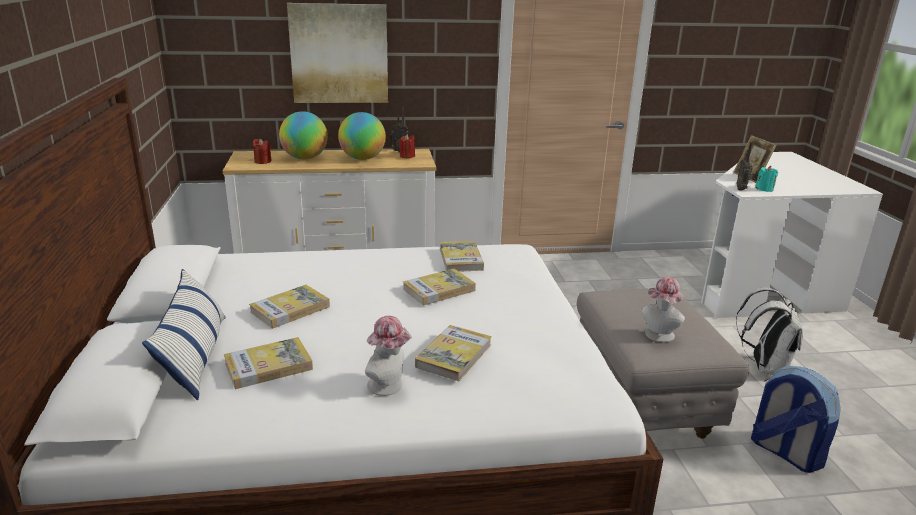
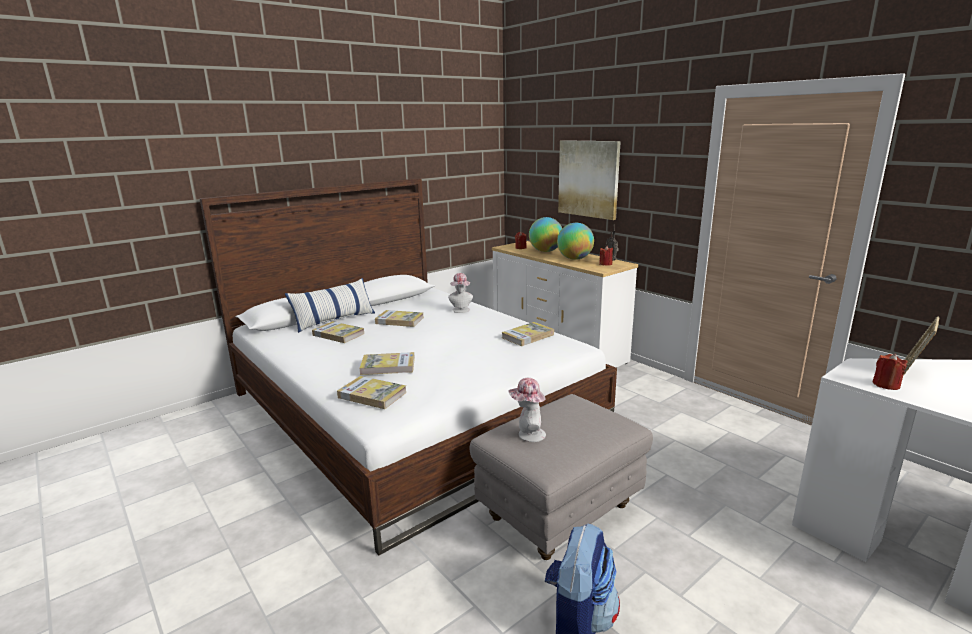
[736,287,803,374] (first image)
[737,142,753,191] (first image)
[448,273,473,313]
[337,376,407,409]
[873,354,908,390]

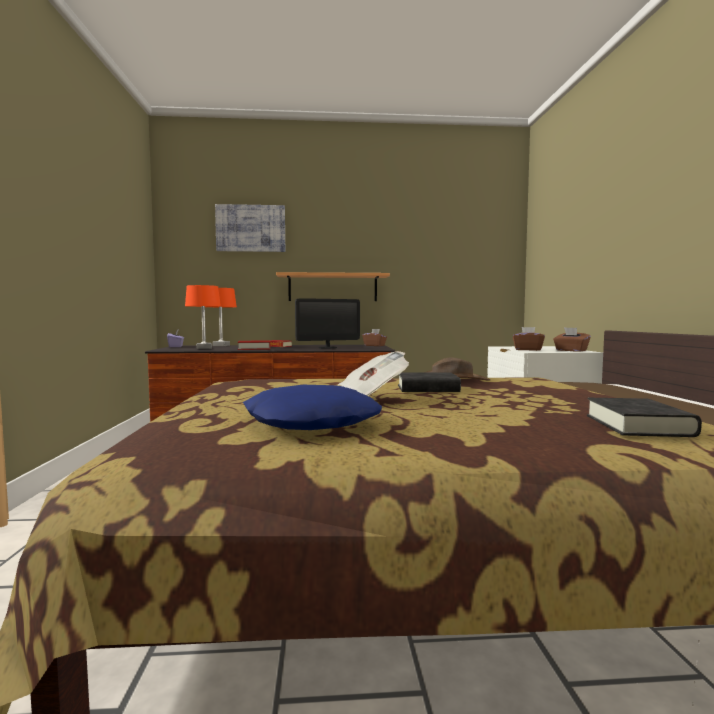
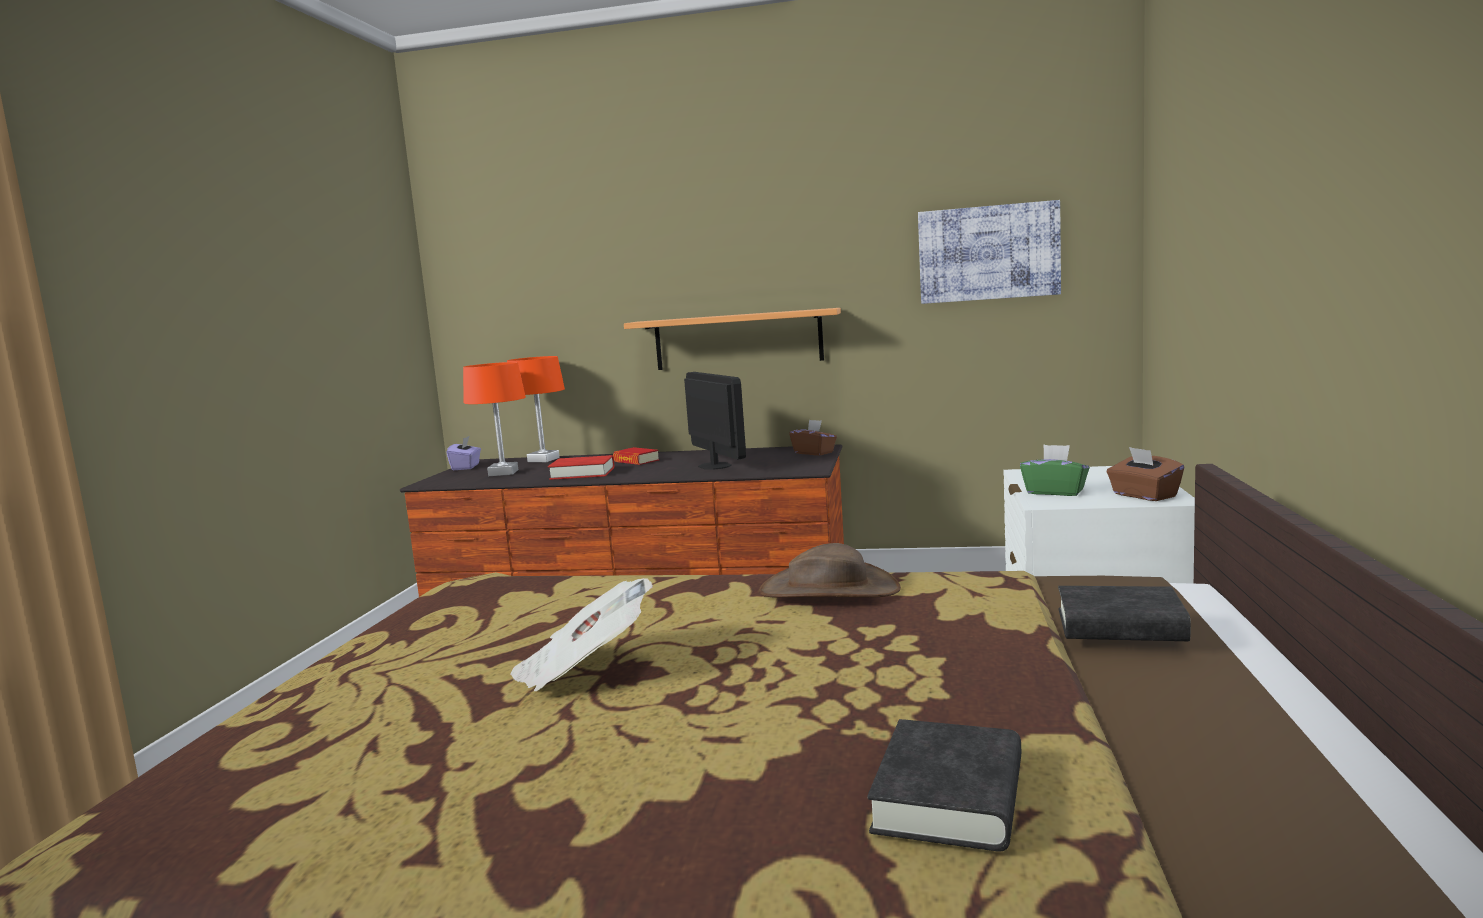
[243,385,382,430] (first image)
[918,200,1061,304]
[1058,586,1191,641]
[1020,445,1090,496]
[684,372,746,470]

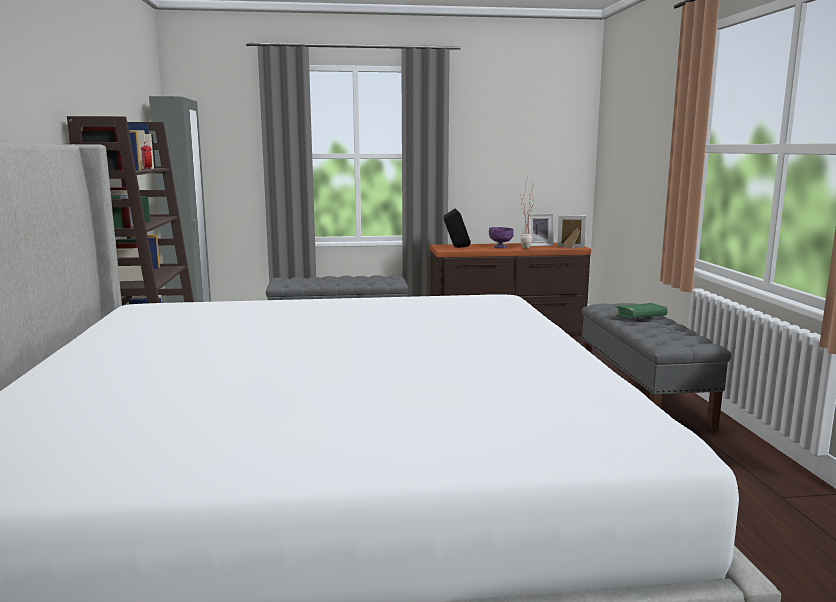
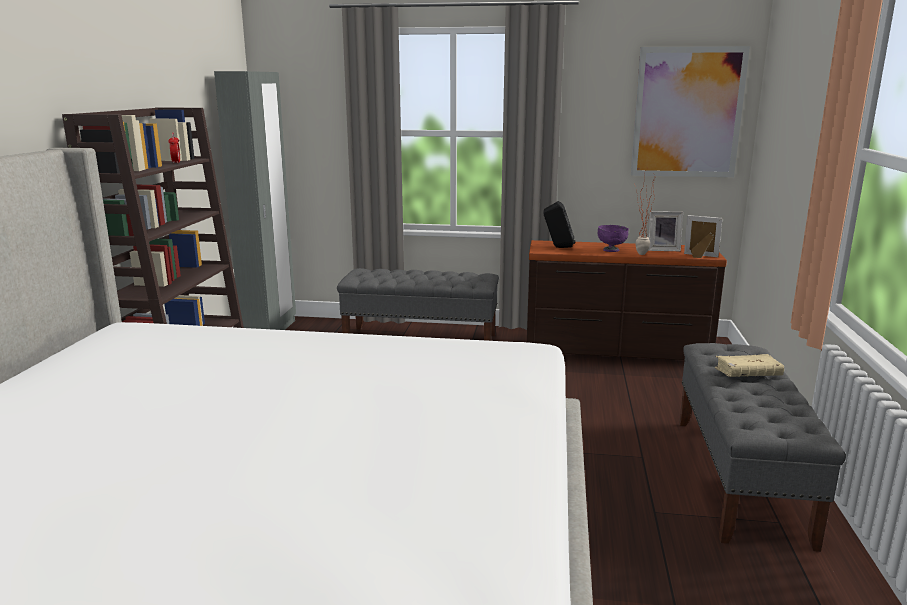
[631,46,750,177]
[715,354,784,377]

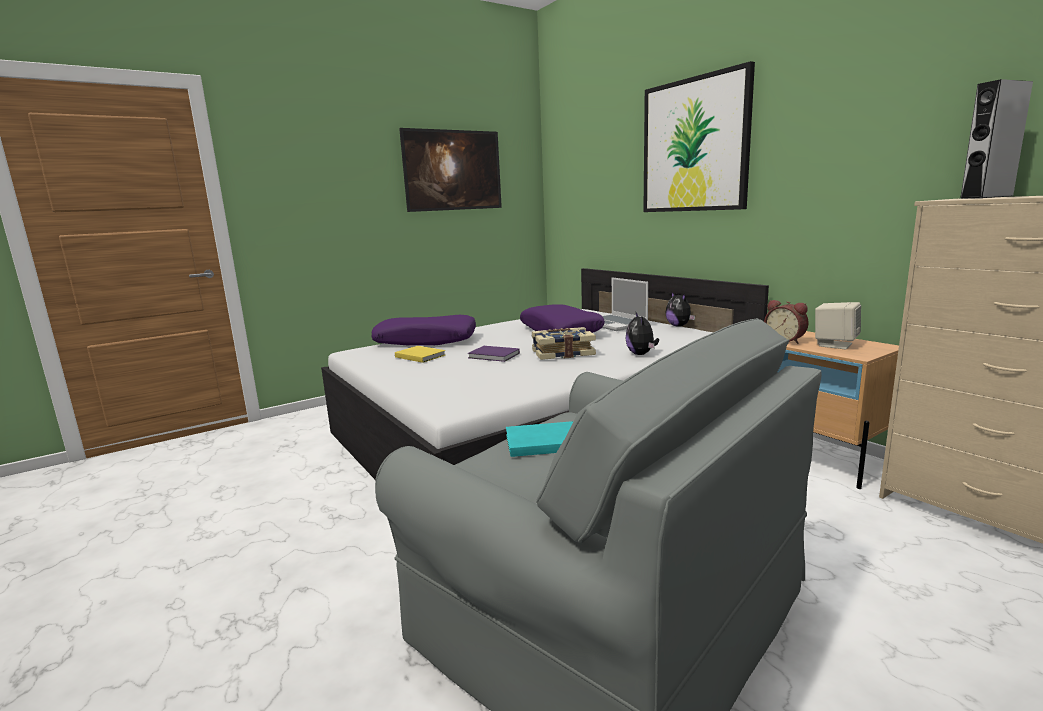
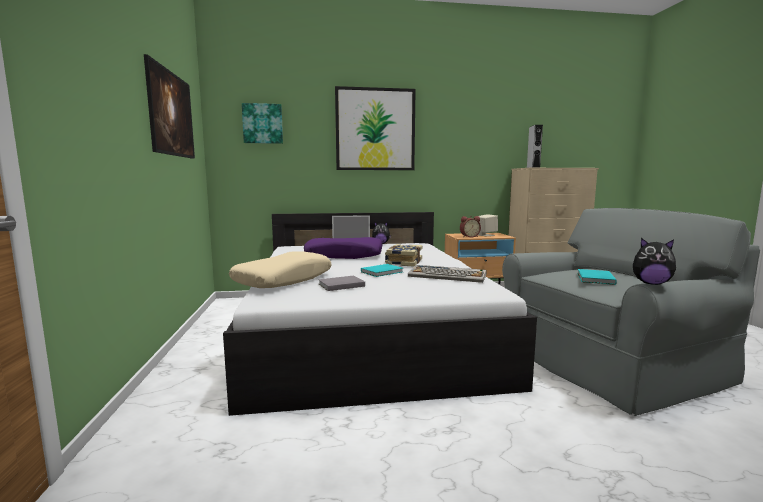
[242,103,283,144]
[408,265,486,283]
[633,238,676,285]
[229,251,332,288]
[318,276,365,291]
[361,264,403,277]

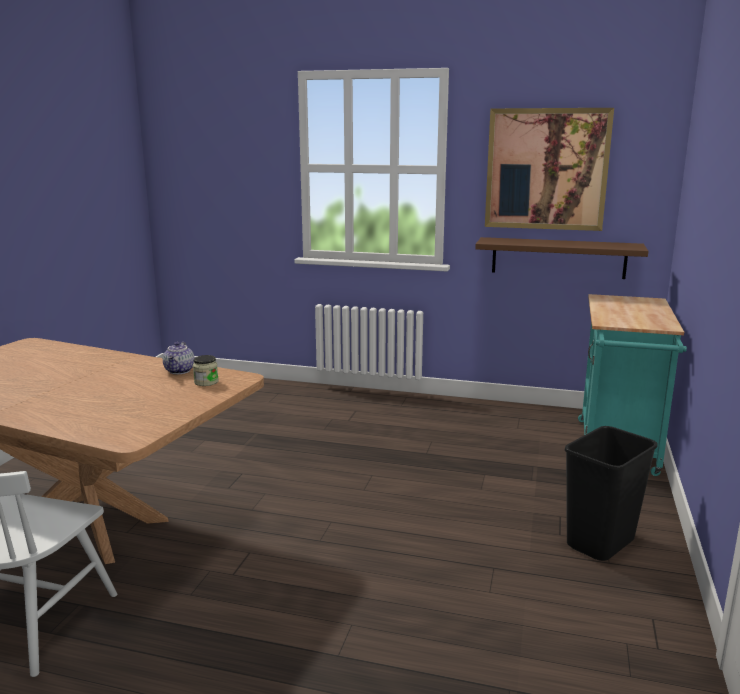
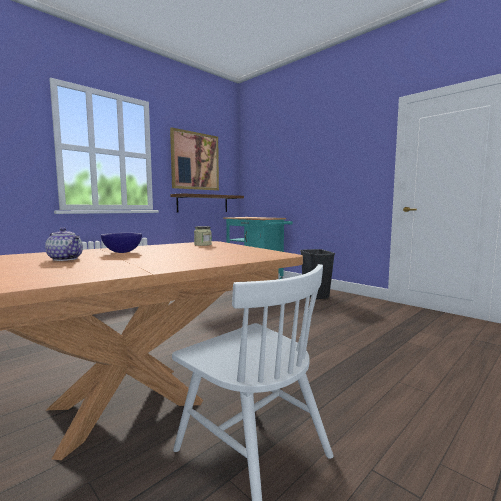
[101,233,142,253]
[45,227,83,261]

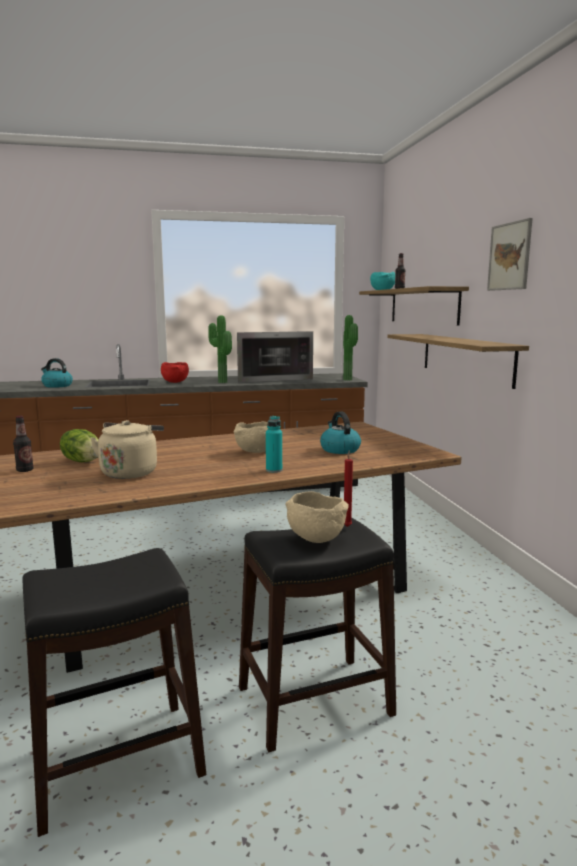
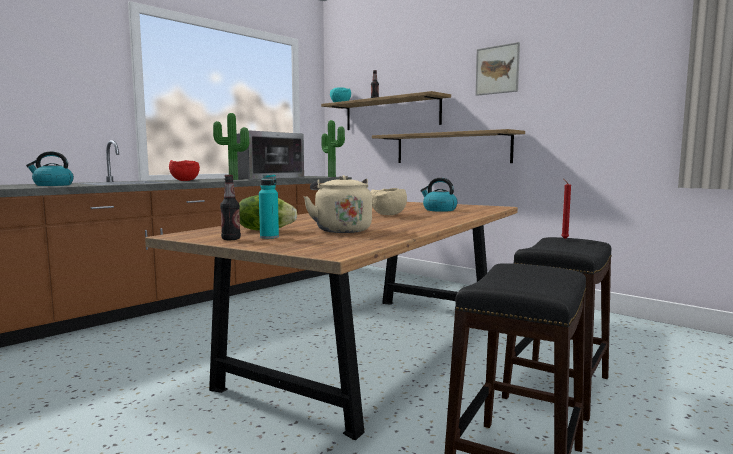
[285,491,349,543] (first image)
[259,174,279,239]

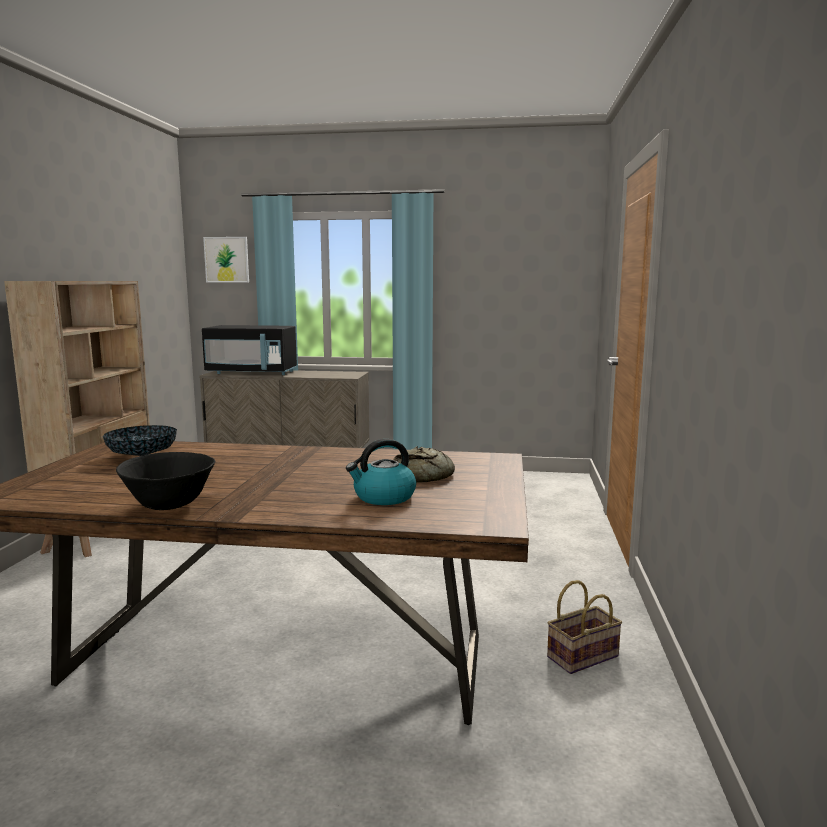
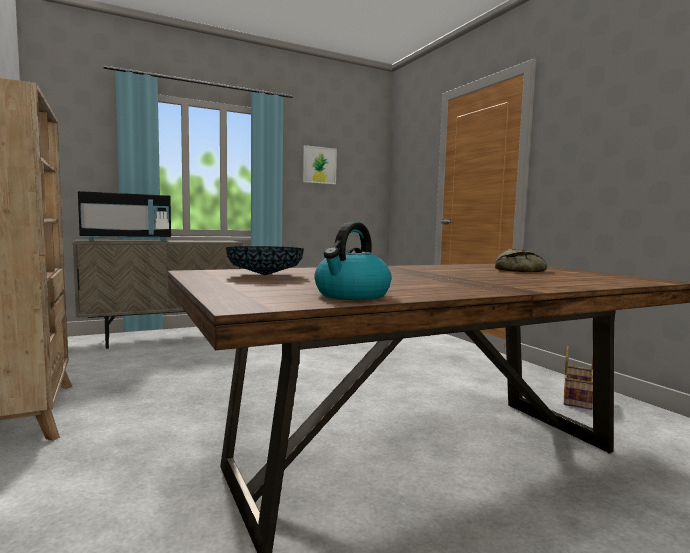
[116,452,215,510] (first image)
[303,145,337,185]
[314,222,391,300]

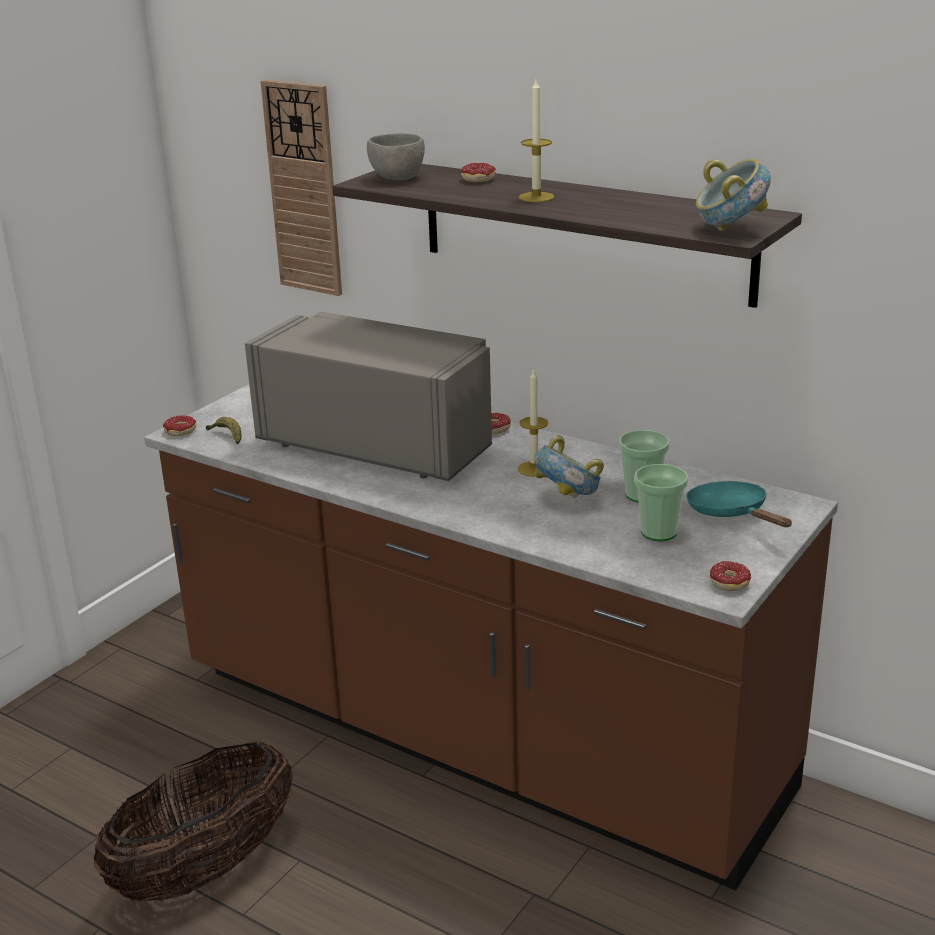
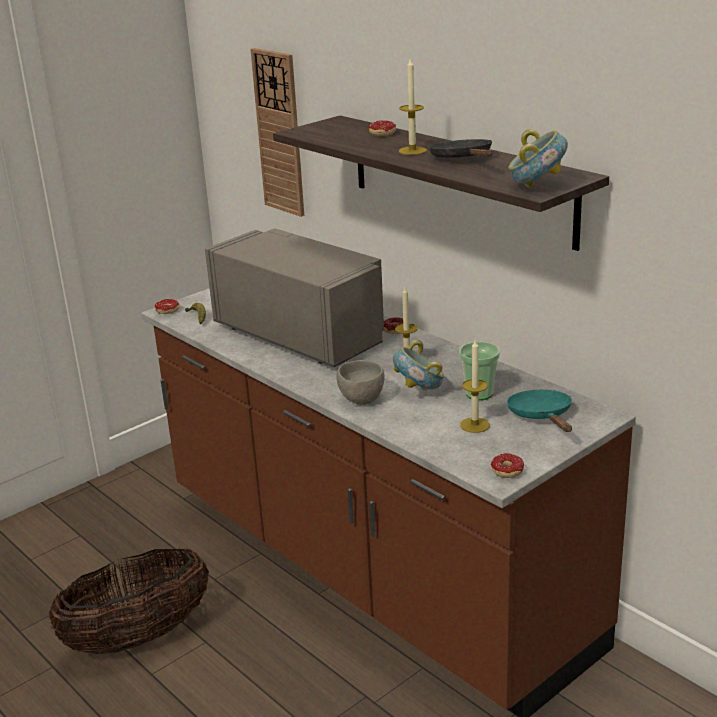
[428,139,492,158]
[337,360,385,405]
[460,340,490,433]

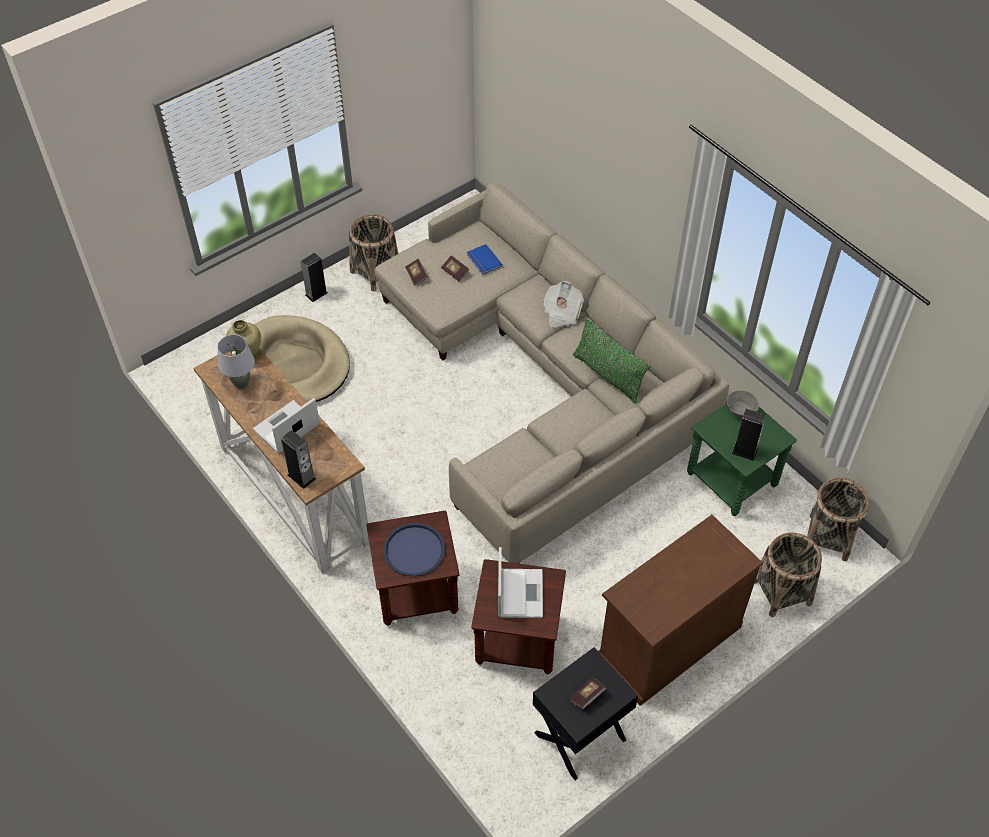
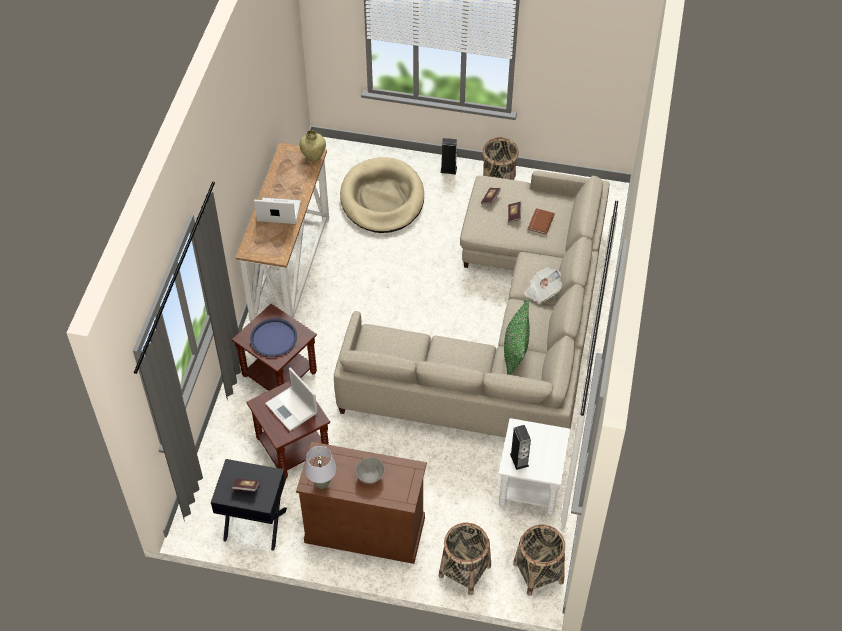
[281,430,316,489] (first image)
[305,446,337,489]
[355,457,385,484]
[528,208,555,234]
[498,418,570,516]
[265,368,317,431]

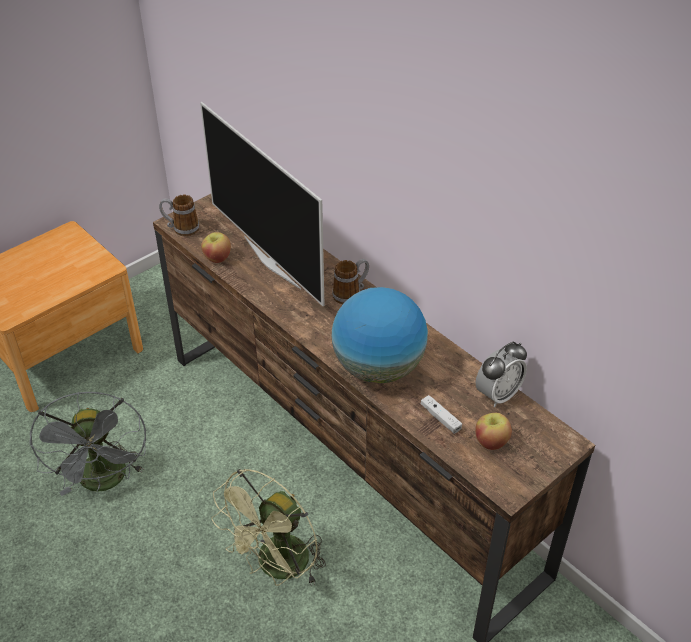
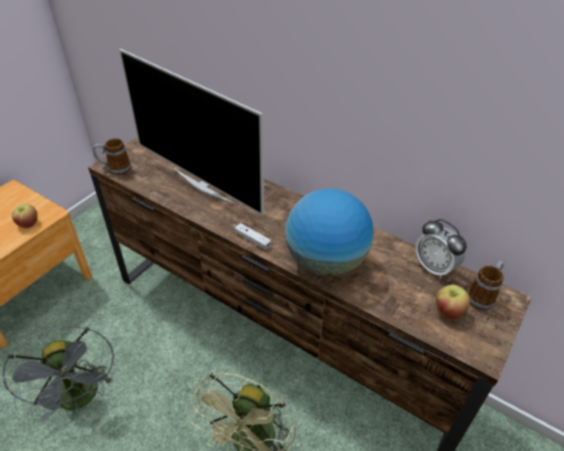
[12,204,38,228]
[467,261,504,310]
[235,223,271,249]
[415,219,467,279]

